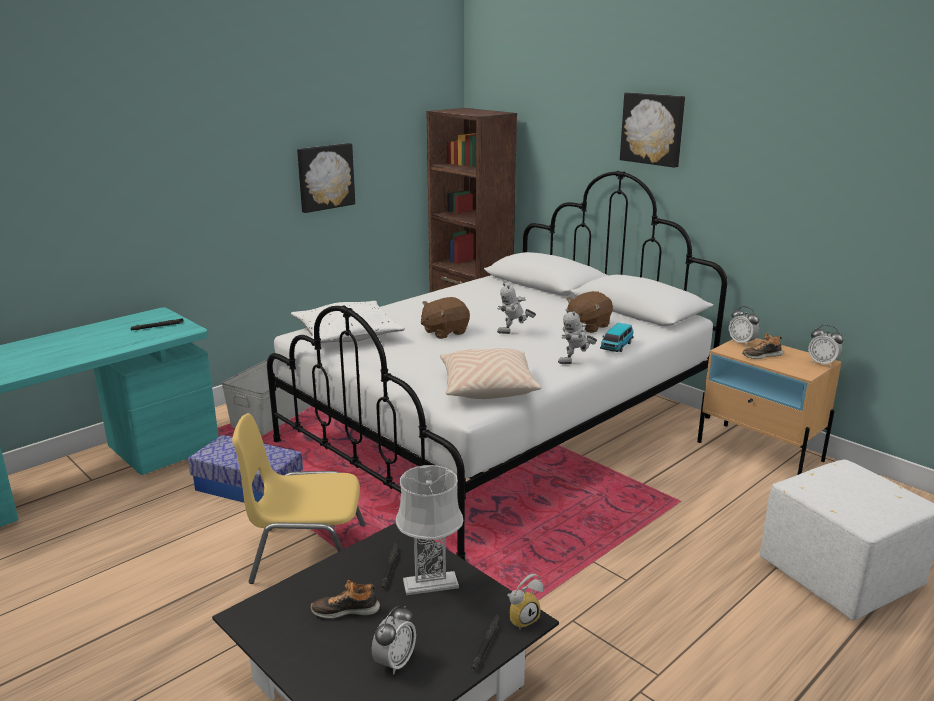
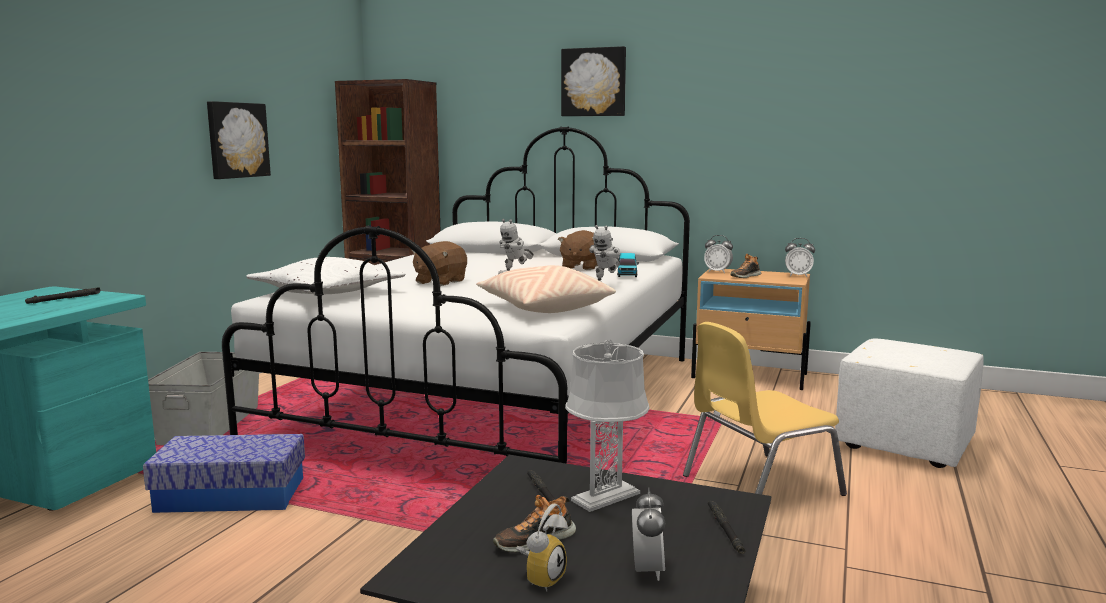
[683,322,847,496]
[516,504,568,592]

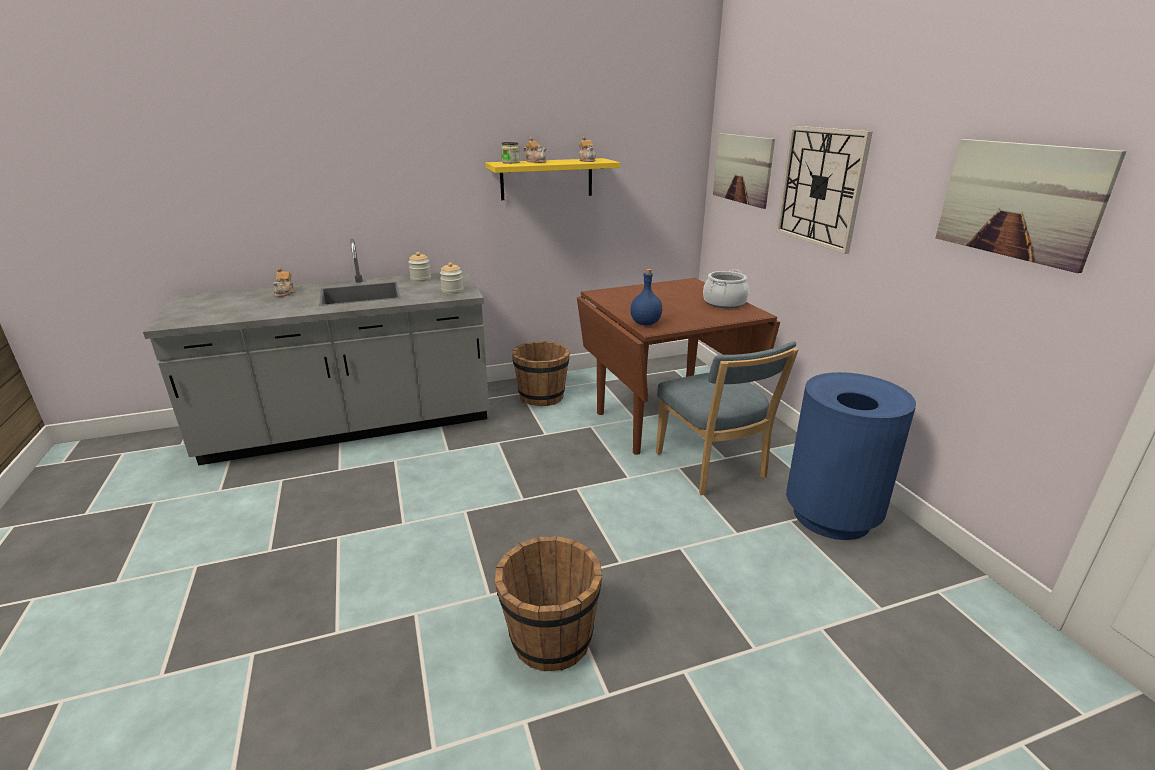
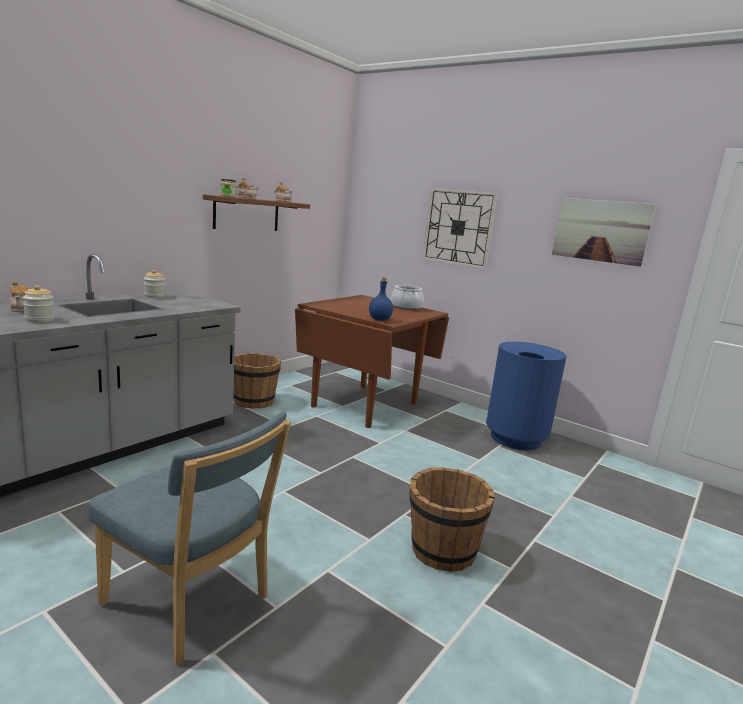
[713,133,775,209] (first image)
[23,285,55,323]
[88,412,291,666]
[203,195,310,231]

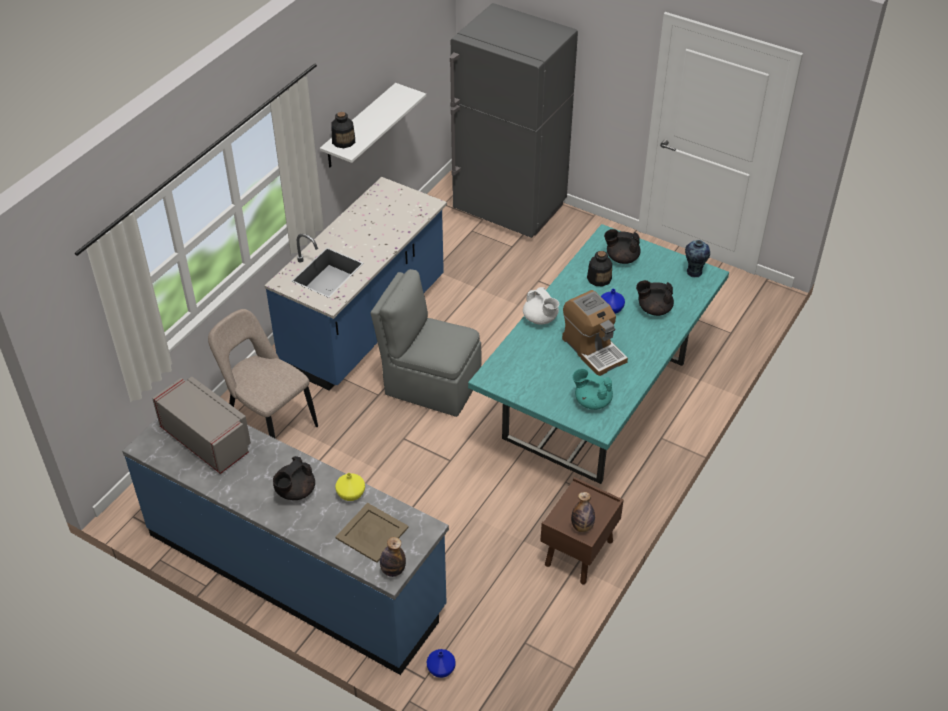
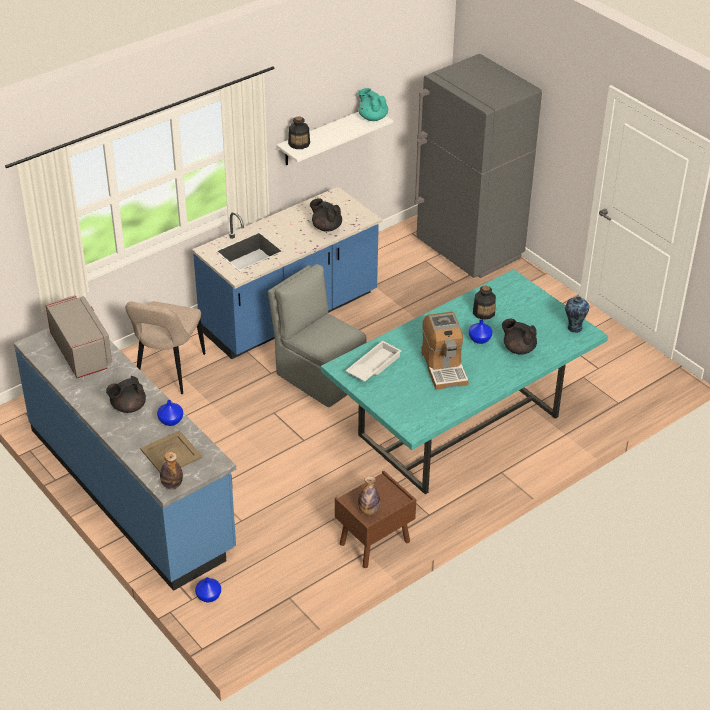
[523,287,559,325] (first image)
[345,341,402,382]
[358,88,388,121]
[310,198,342,232]
[157,400,183,426]
[125,301,205,394]

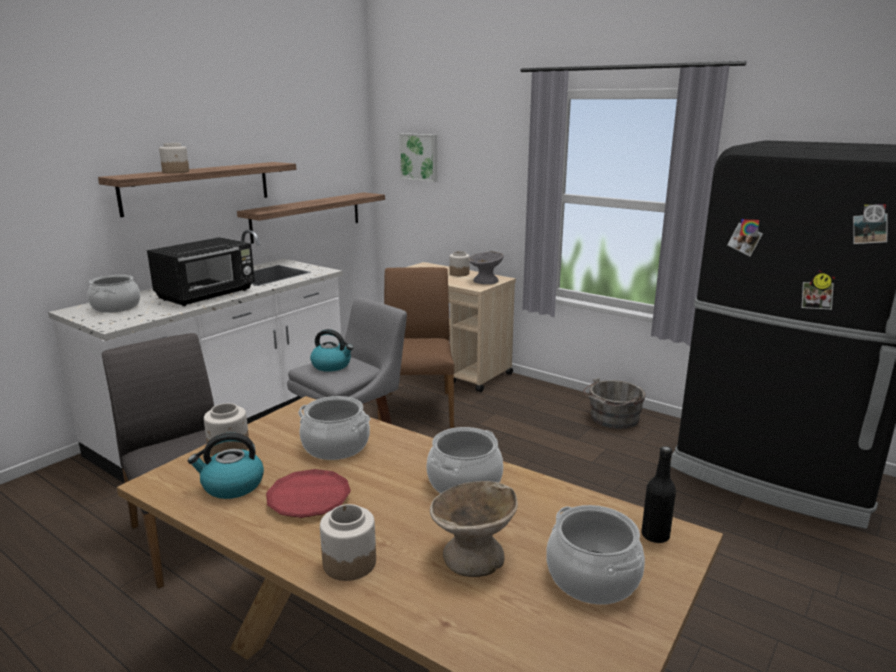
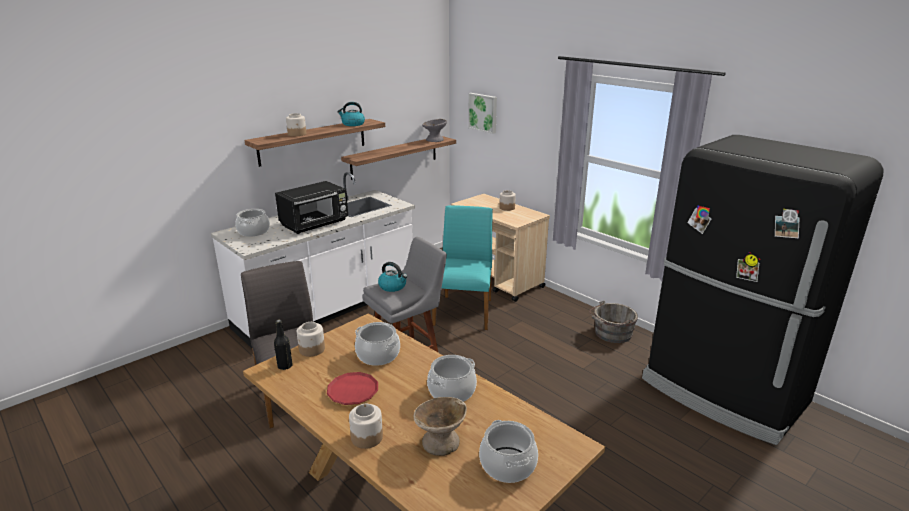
[337,102,365,126]
[422,119,447,142]
[274,320,293,370]
[432,206,493,330]

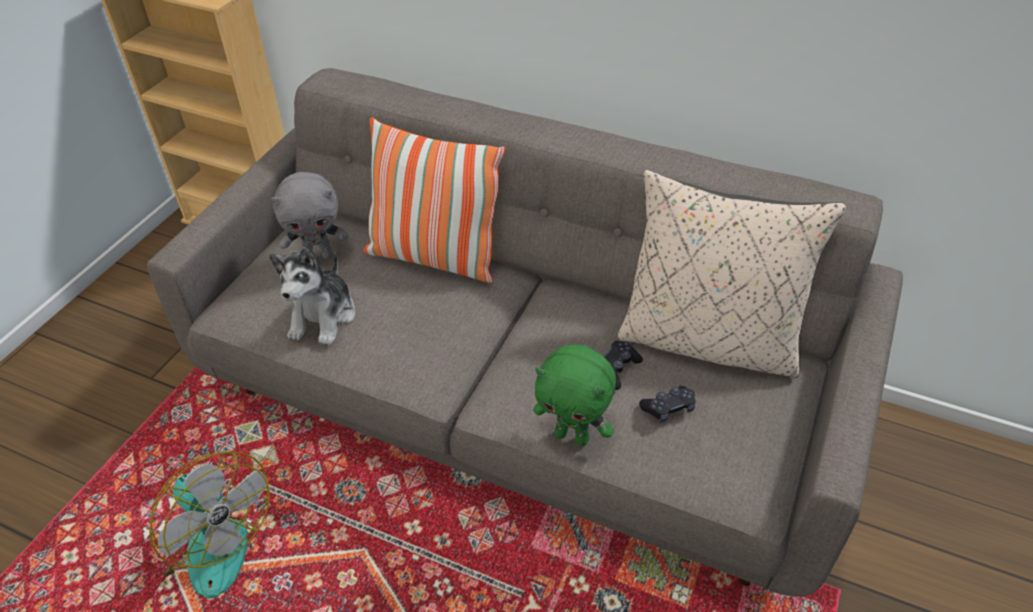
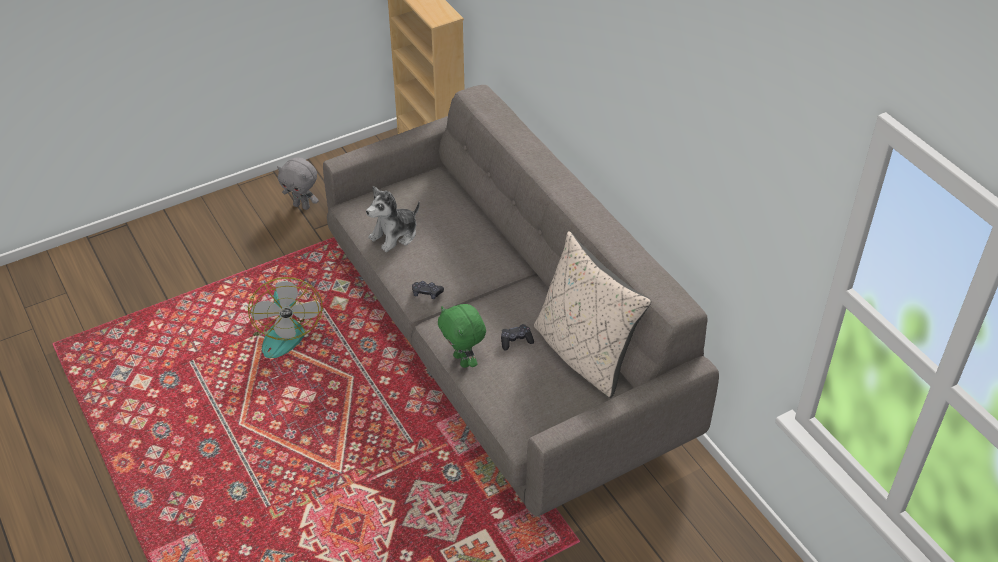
[364,117,506,283] (first image)
[277,158,319,210]
[412,281,444,299]

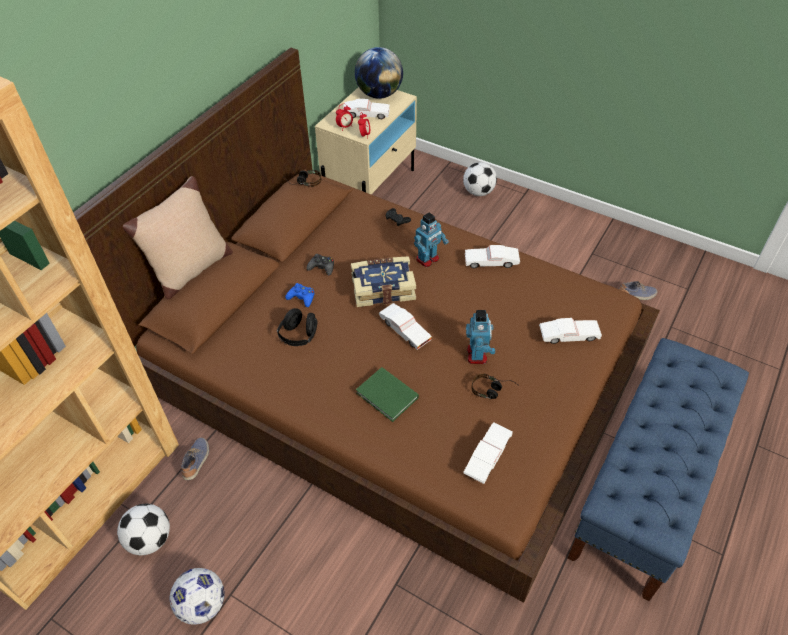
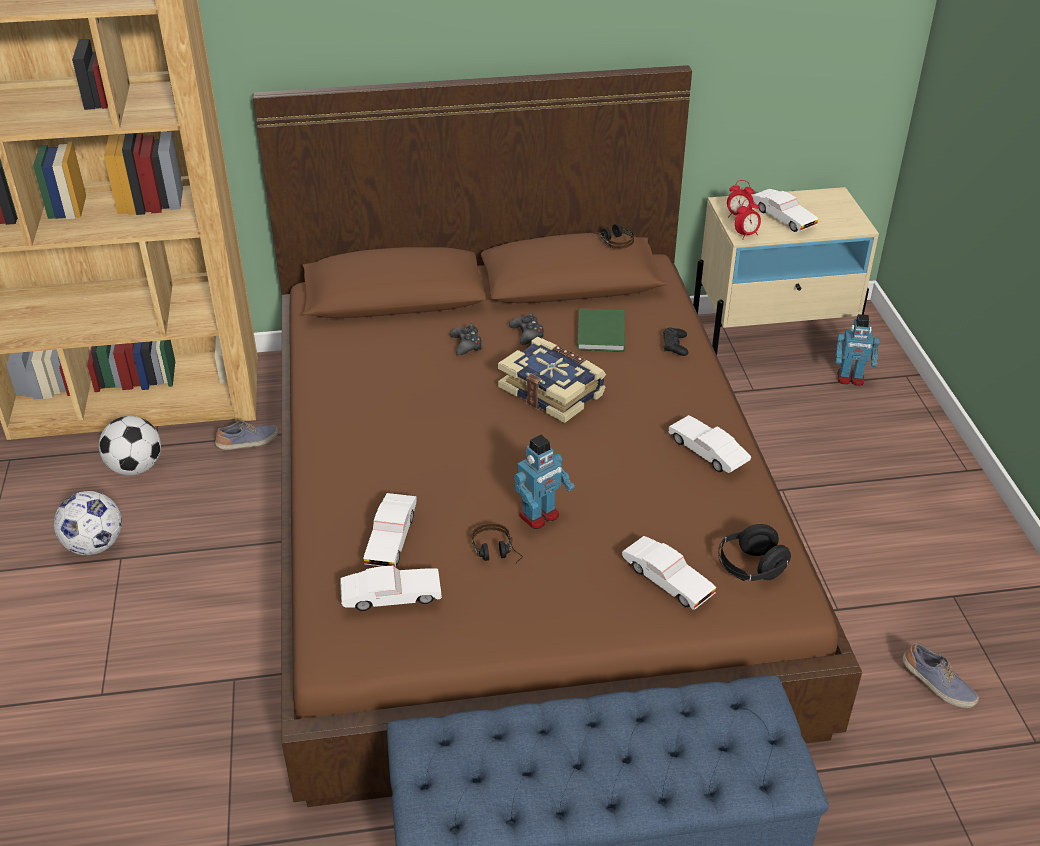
[123,176,233,299] (first image)
[355,47,403,99] (first image)
[463,162,497,196] (first image)
[718,524,791,581]
[577,308,625,352]
[363,493,417,567]
[836,314,880,386]
[450,324,483,355]

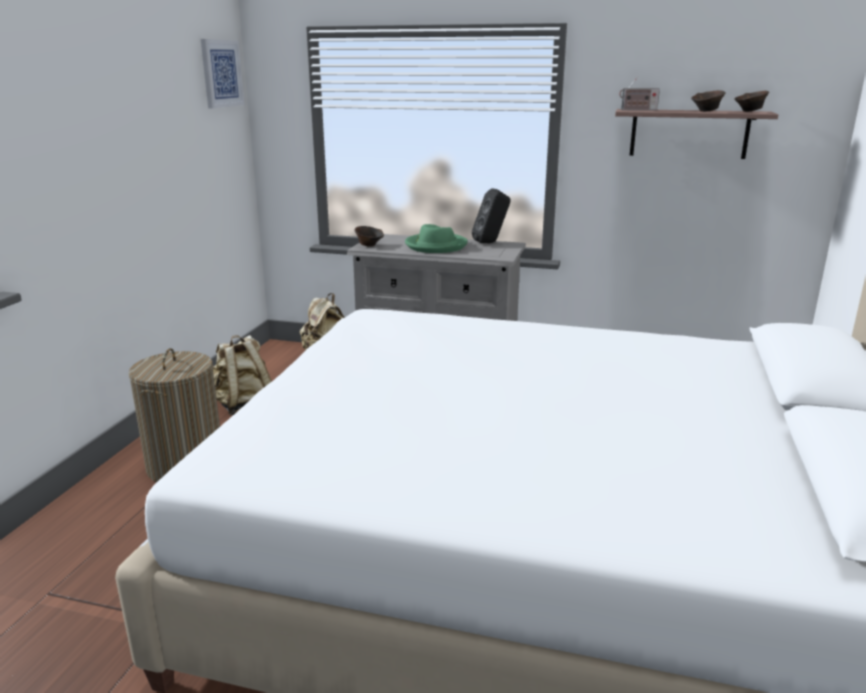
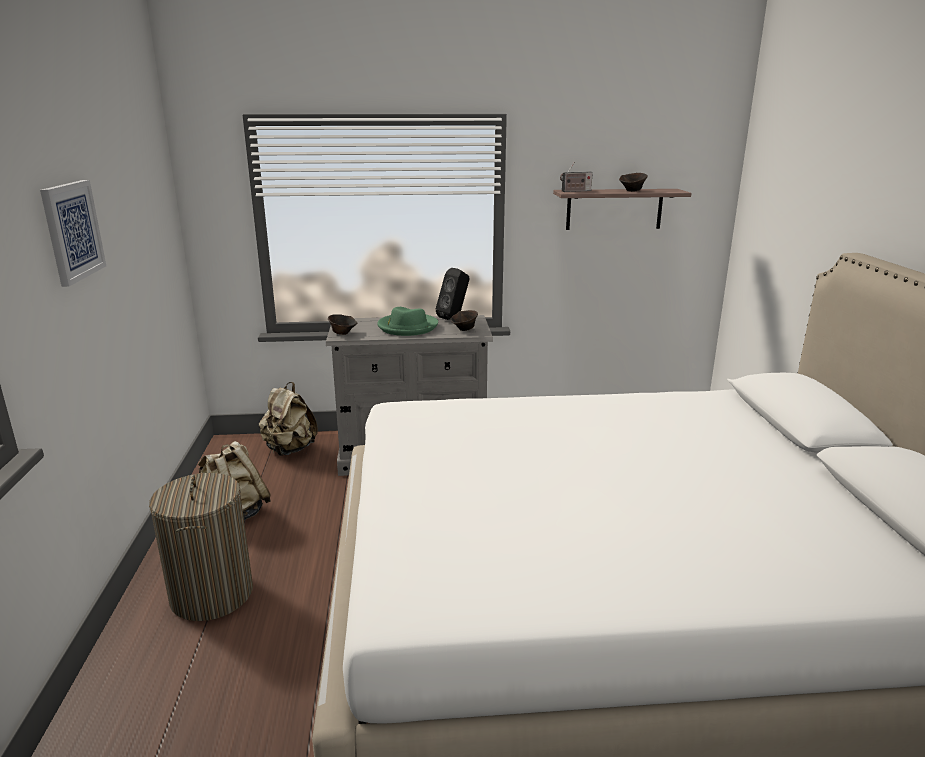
[40,180,106,287]
[450,310,478,331]

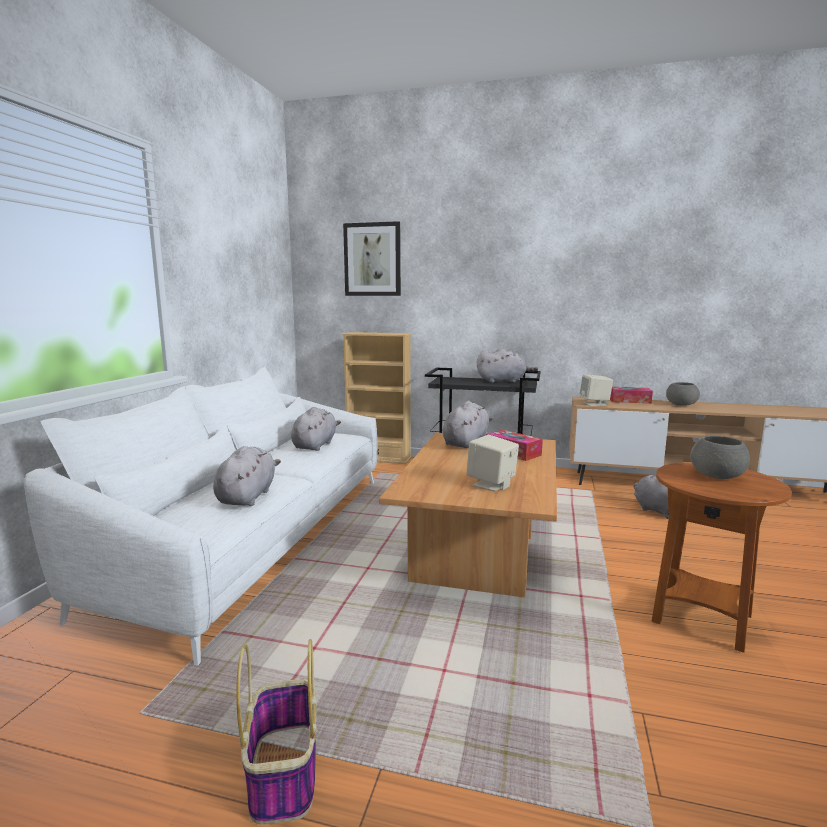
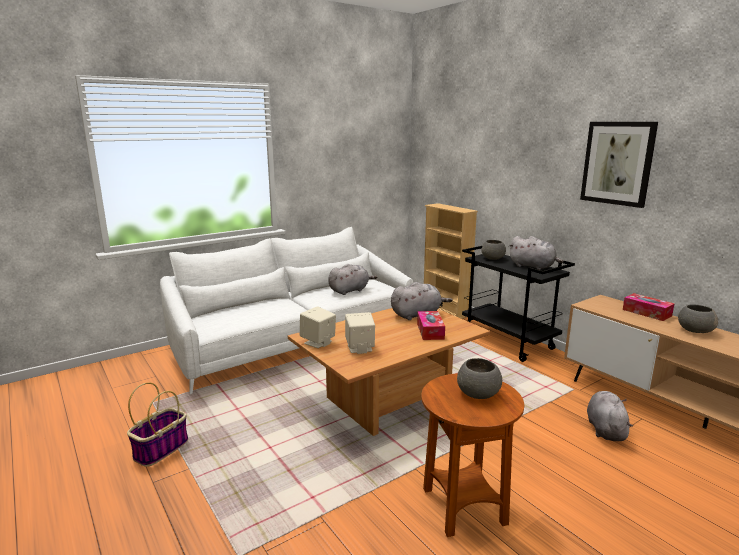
[213,446,281,506] (first image)
[481,240,506,260]
[580,122,658,208]
[300,306,336,348]

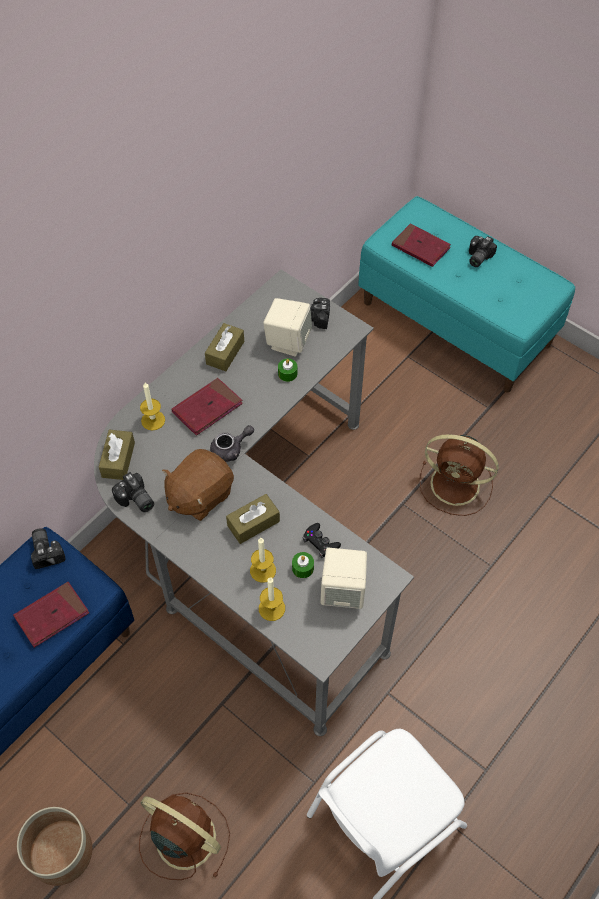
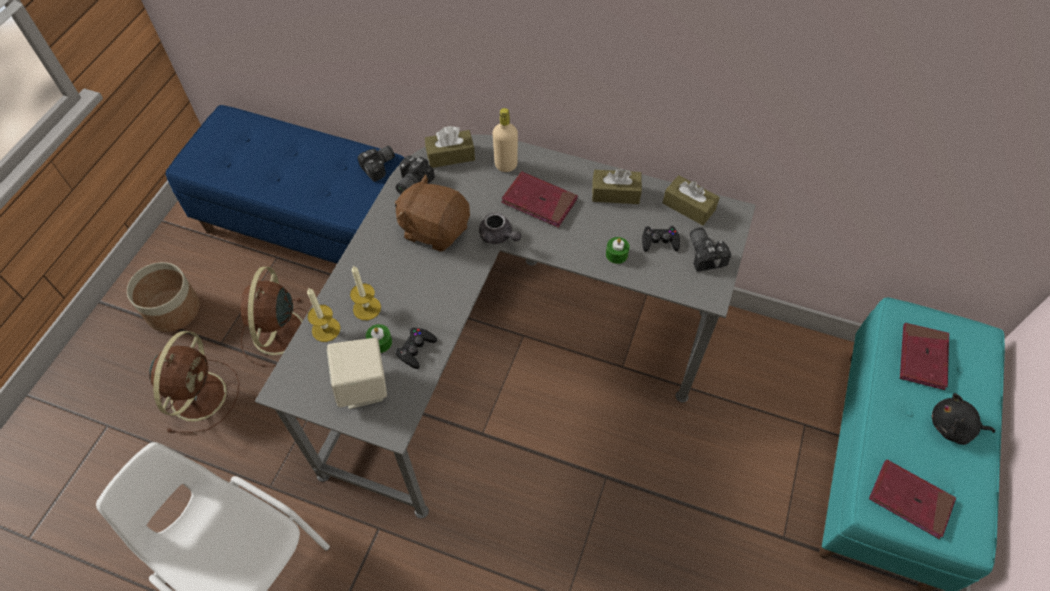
[869,460,956,539]
[663,175,720,225]
[241,267,307,367]
[493,108,518,172]
[642,226,680,252]
[931,393,995,445]

